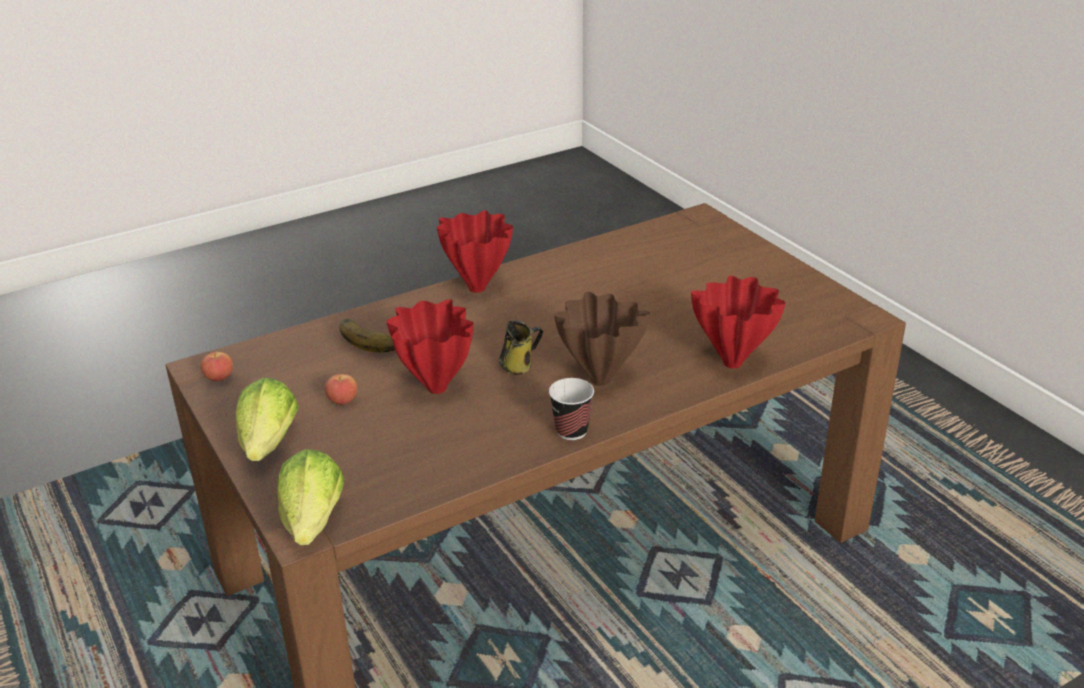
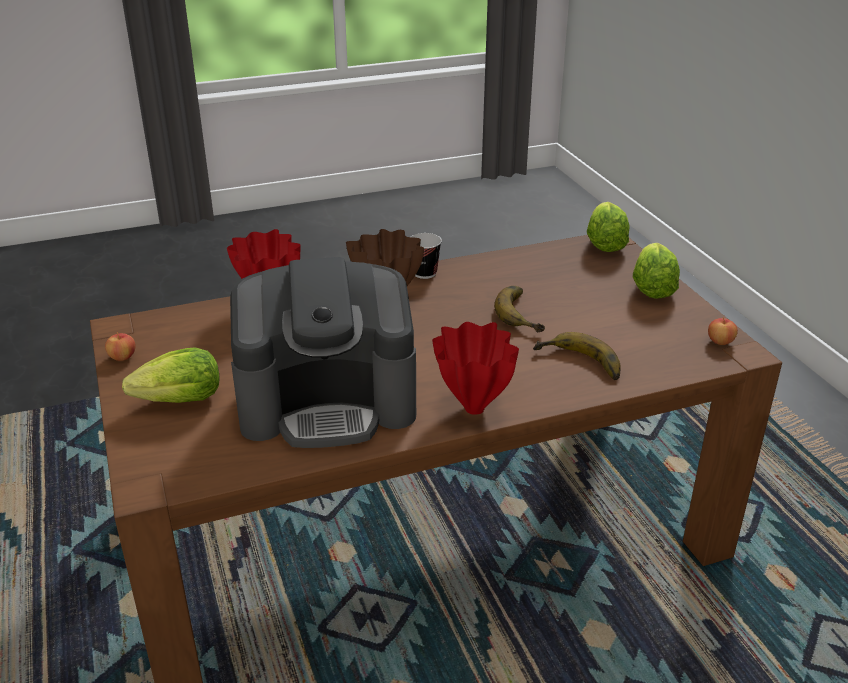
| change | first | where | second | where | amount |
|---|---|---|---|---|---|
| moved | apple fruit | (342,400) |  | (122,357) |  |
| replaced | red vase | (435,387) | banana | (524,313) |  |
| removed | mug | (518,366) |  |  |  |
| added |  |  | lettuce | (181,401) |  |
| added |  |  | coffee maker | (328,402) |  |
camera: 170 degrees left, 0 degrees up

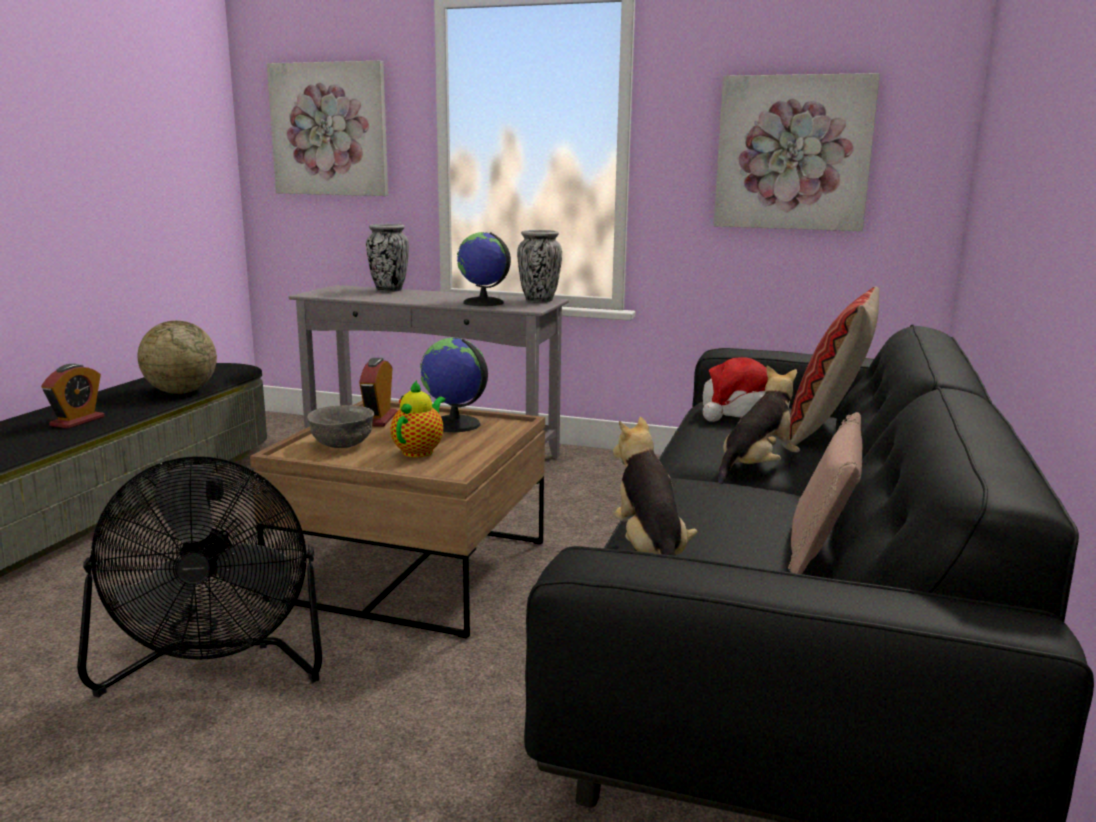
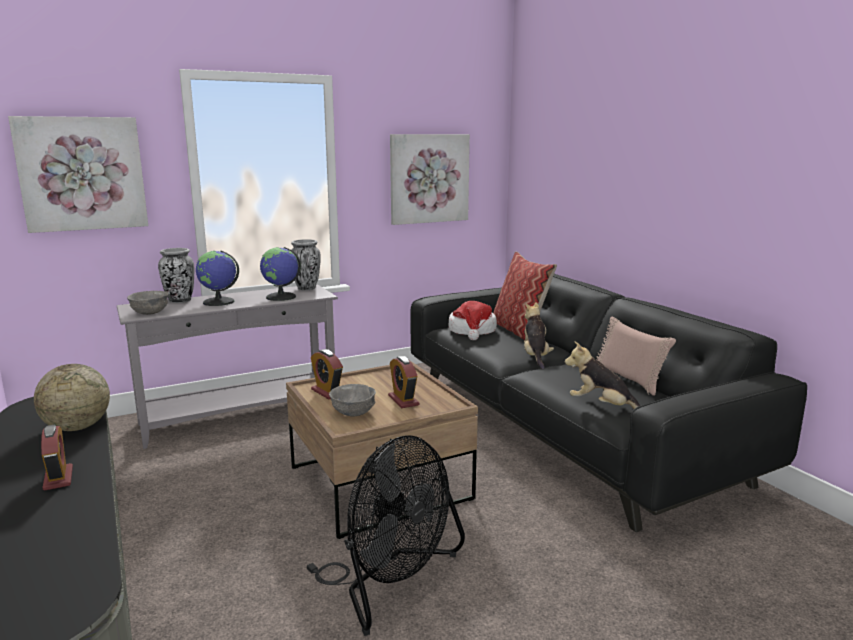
| change | first | where | second | where | amount |
|---|---|---|---|---|---|
| replaced | tea pot | (420,451) | table clock | (403,400) |  |
| moved | desk globe | (454,425) |  | (219,302) |  |
| added |  |  | grey deep dish | (150,312) |  |
camera: 45 degrees left, 0 degrees up

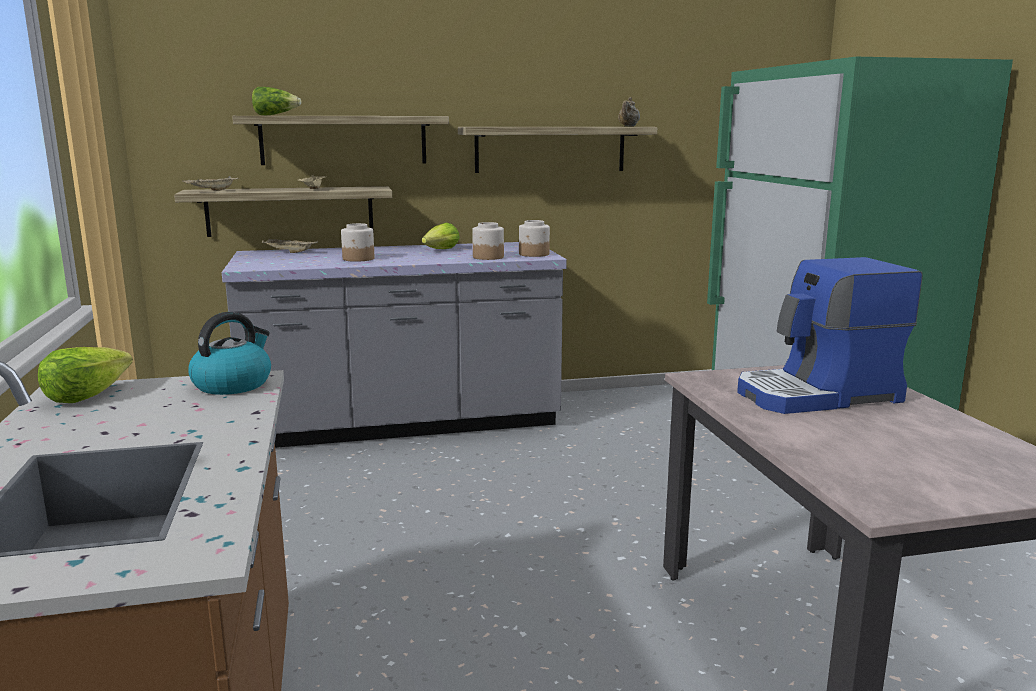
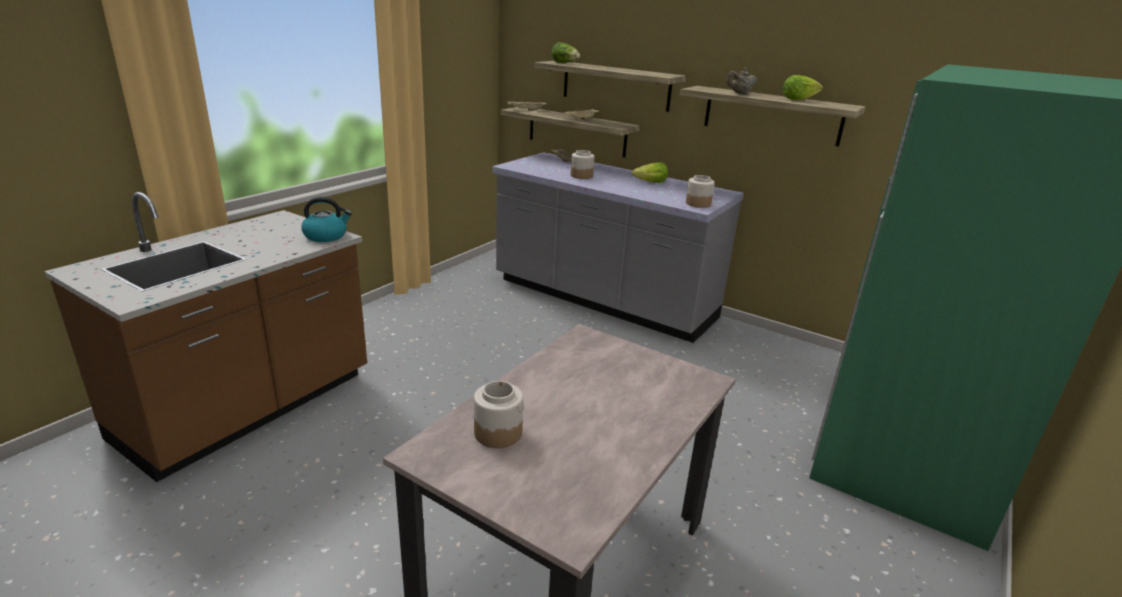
| change | first | where | second | where | amount |
|---|---|---|---|---|---|
| moved | lettuce | (86,395) |  | (798,99) |  |
| moved | jar | (488,257) |  | (498,432) |  |
| moved | beige tea pot | (628,126) |  | (740,94) |  |
| removed | coffee maker | (818,395) |  |  |  |
camera: 45 degrees right, 10 degrees up

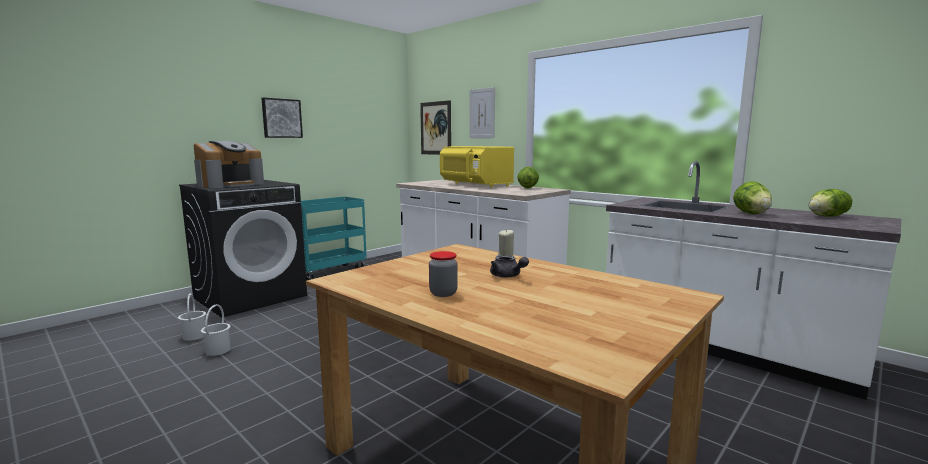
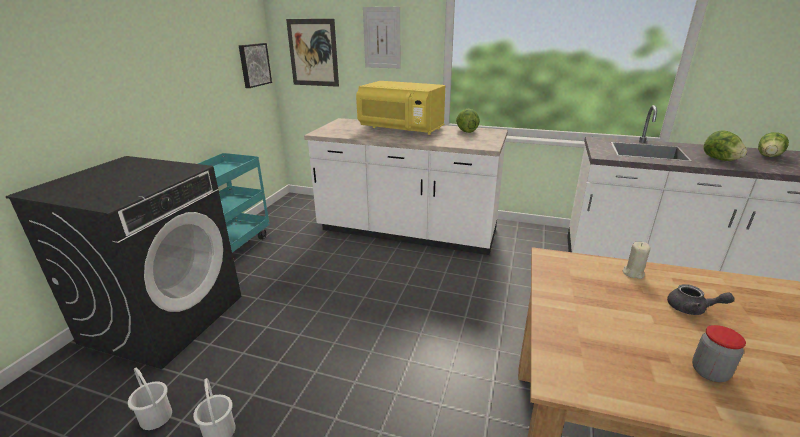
| change | first | where | second | where | amount |
|---|---|---|---|---|---|
| removed | coffee maker | (230,185) |  |  |  |
| moved | wall picture | (281,118) |  | (254,65) |  |
camera: 25 degrees left, 15 degrees up

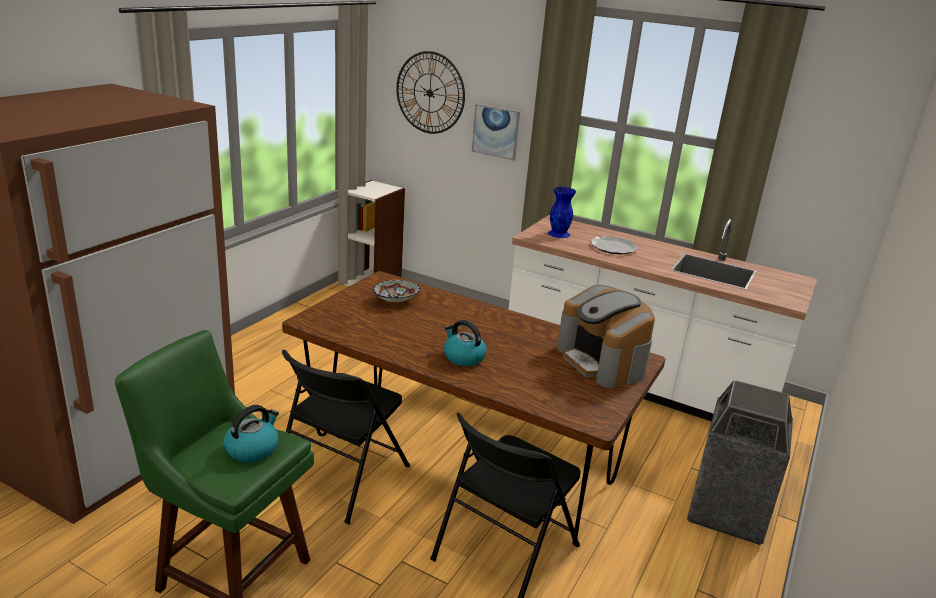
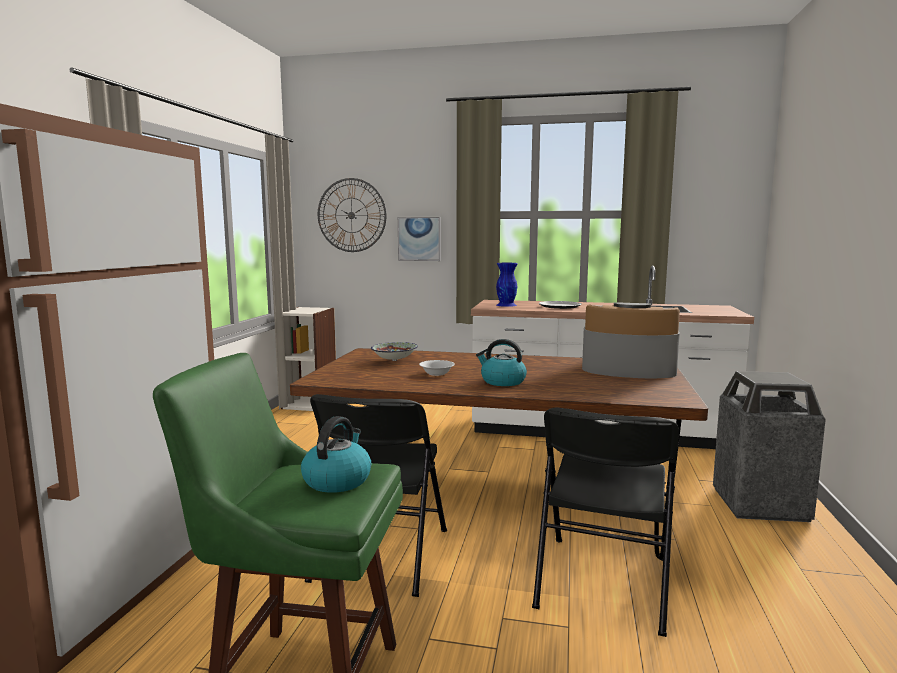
| change | first | where | second | where | amount |
|---|---|---|---|---|---|
| turned | coffee maker | (602,362) |  | (627,369) | 150 degrees clockwise |
| added |  |  | white deep dish | (437,373) |  |
camera: 15 degrees left, 15 degrees down

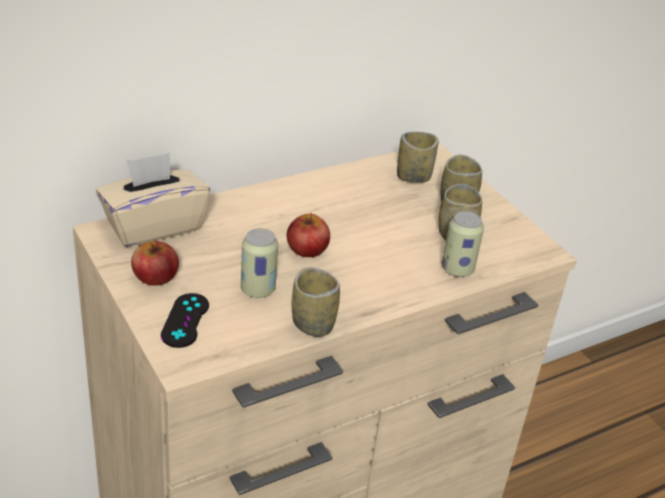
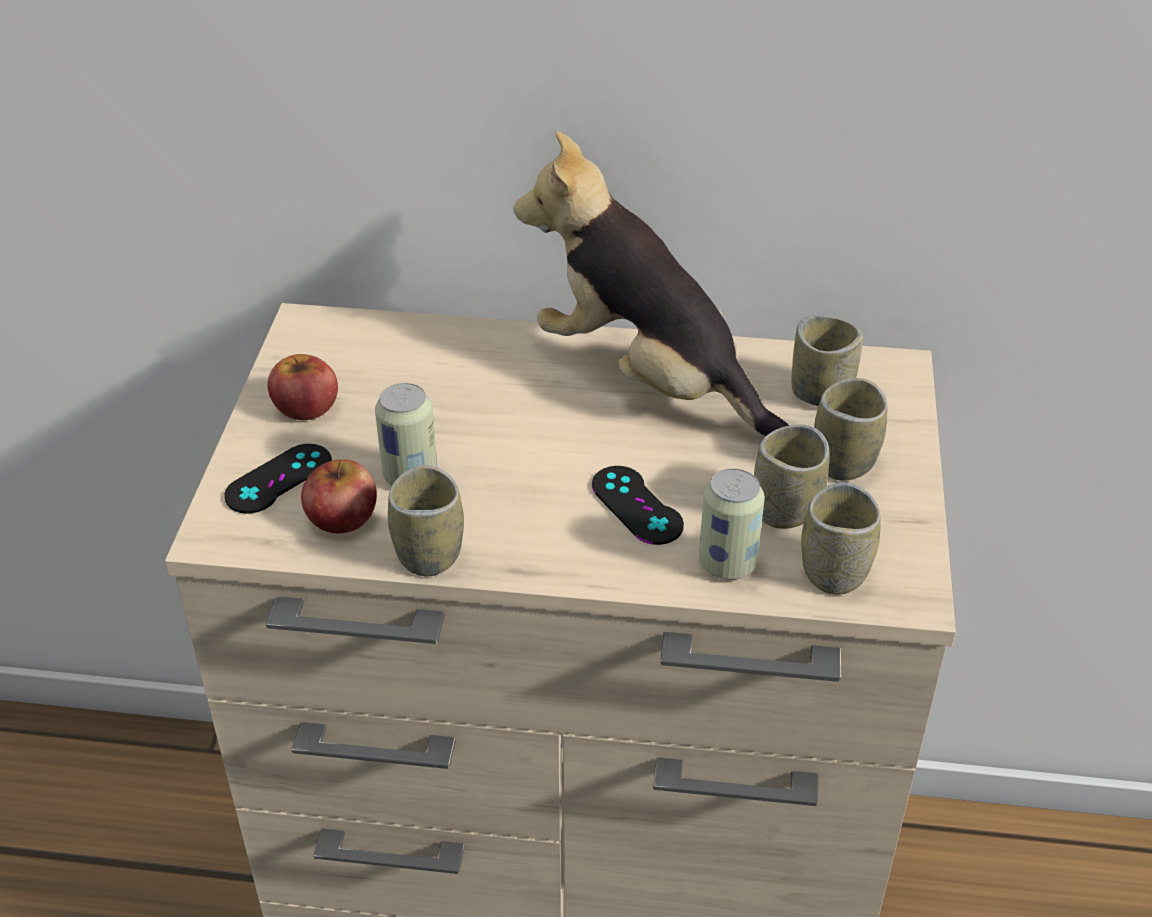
| change | first | where | second | where | amount |
|---|---|---|---|---|---|
| removed | beige tissue box | (153,226) |  |  |  |
| moved | apple fruit | (307,248) |  | (342,515) |  |
| added |  |  | soft toy | (648,379) |  |
| added |  |  | black game controller | (637,505) |  |
| added |  |  | drinking cup | (834,571) |  |
camera: 40 degrees right, 5 degrees up

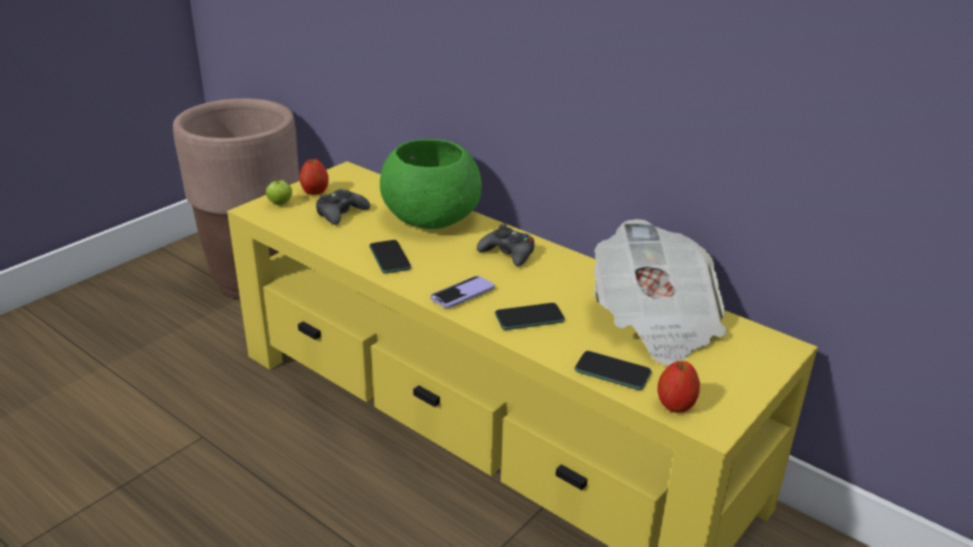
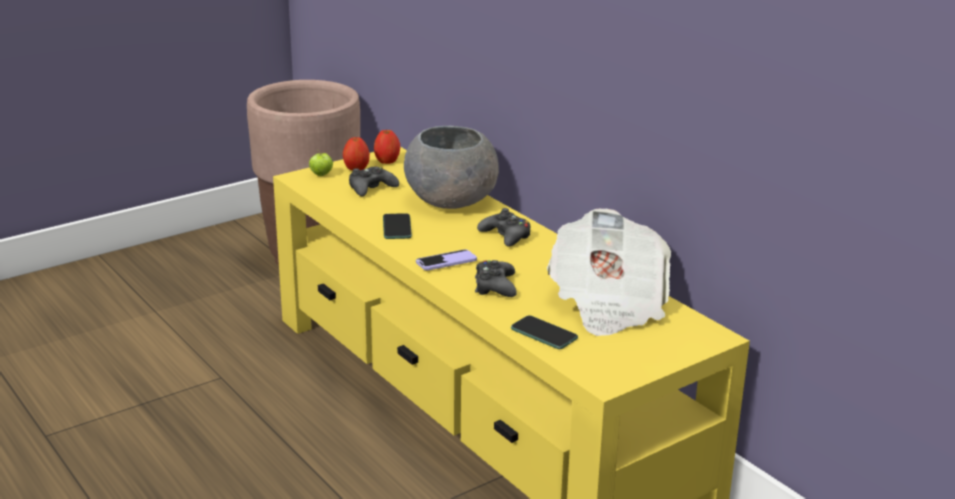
| change | first | where | second | where | amount |
|---|---|---|---|---|---|
| recoloured | green deep dish | (432,219) | grey deep dish | (451,201) |  |
| replaced | phone | (529,318) | black game controller | (495,286) |  |
| moved | apple fruit | (676,405) |  | (387,161) |  |
camera: 15 degrees right, 5 degrees down

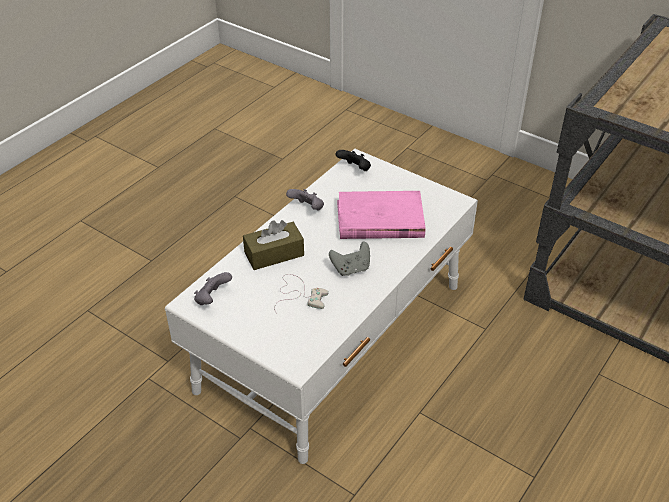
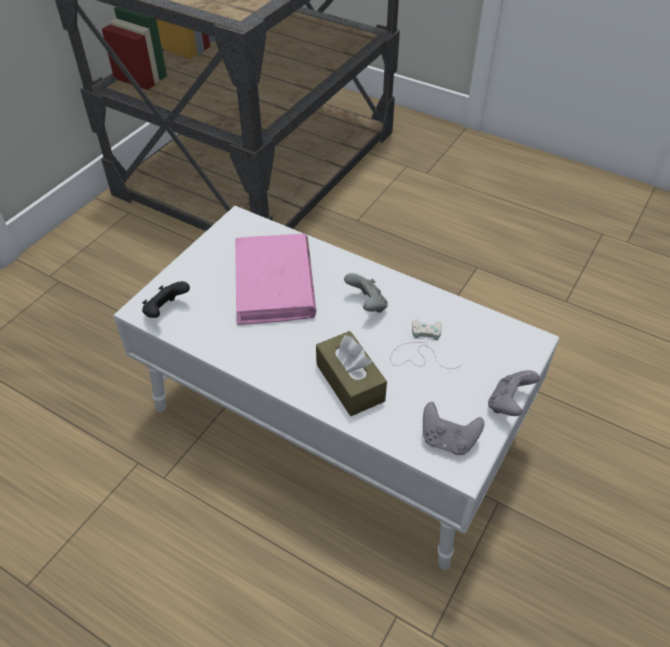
| change | first | where | second | where | amount |
|---|---|---|---|---|---|
| moved | grey game controller | (307,209) |  | (508,404) |  |
camera: 95 degrees left, 5 degrees up

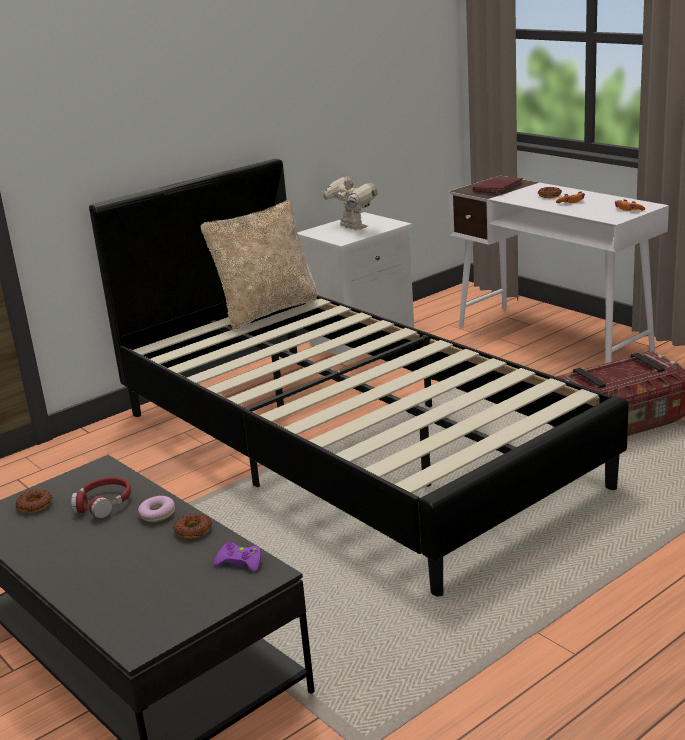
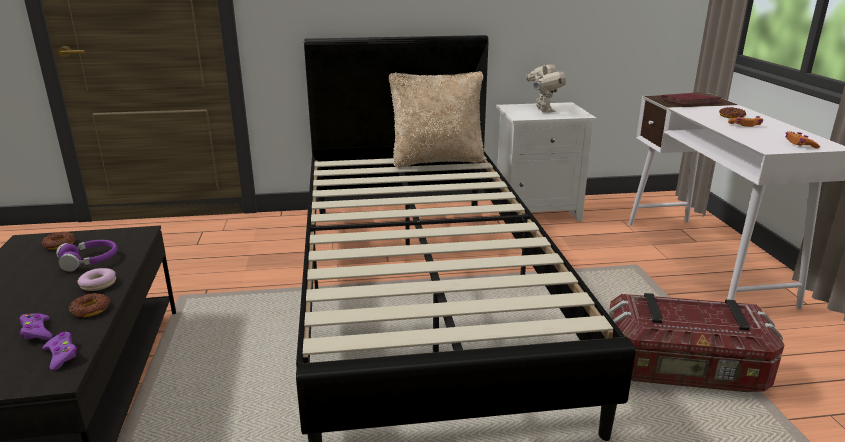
| change | first | where | second | where | amount |
|---|---|---|---|---|---|
| recoloured | red pair of headphones | (103,504) | purple pair of headphones | (90,261) |  |
| added |  |  | purple game controller | (37,332) |  |
camera: 30 degrees right, 0 degrees up

